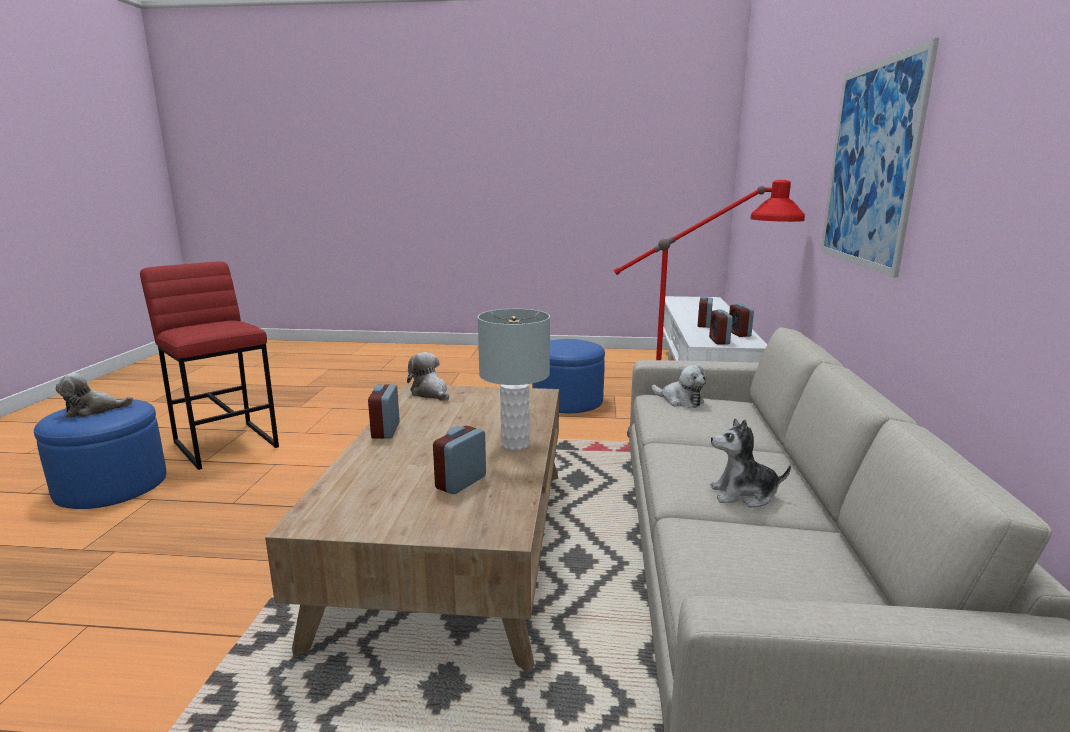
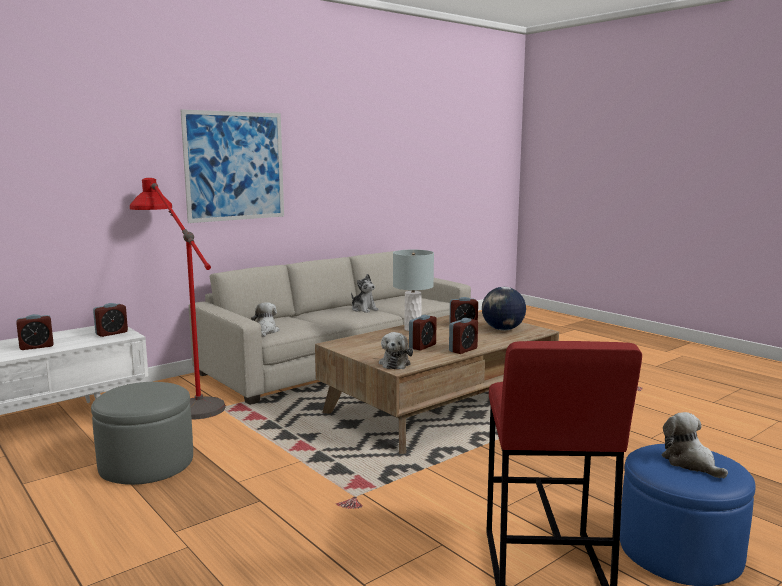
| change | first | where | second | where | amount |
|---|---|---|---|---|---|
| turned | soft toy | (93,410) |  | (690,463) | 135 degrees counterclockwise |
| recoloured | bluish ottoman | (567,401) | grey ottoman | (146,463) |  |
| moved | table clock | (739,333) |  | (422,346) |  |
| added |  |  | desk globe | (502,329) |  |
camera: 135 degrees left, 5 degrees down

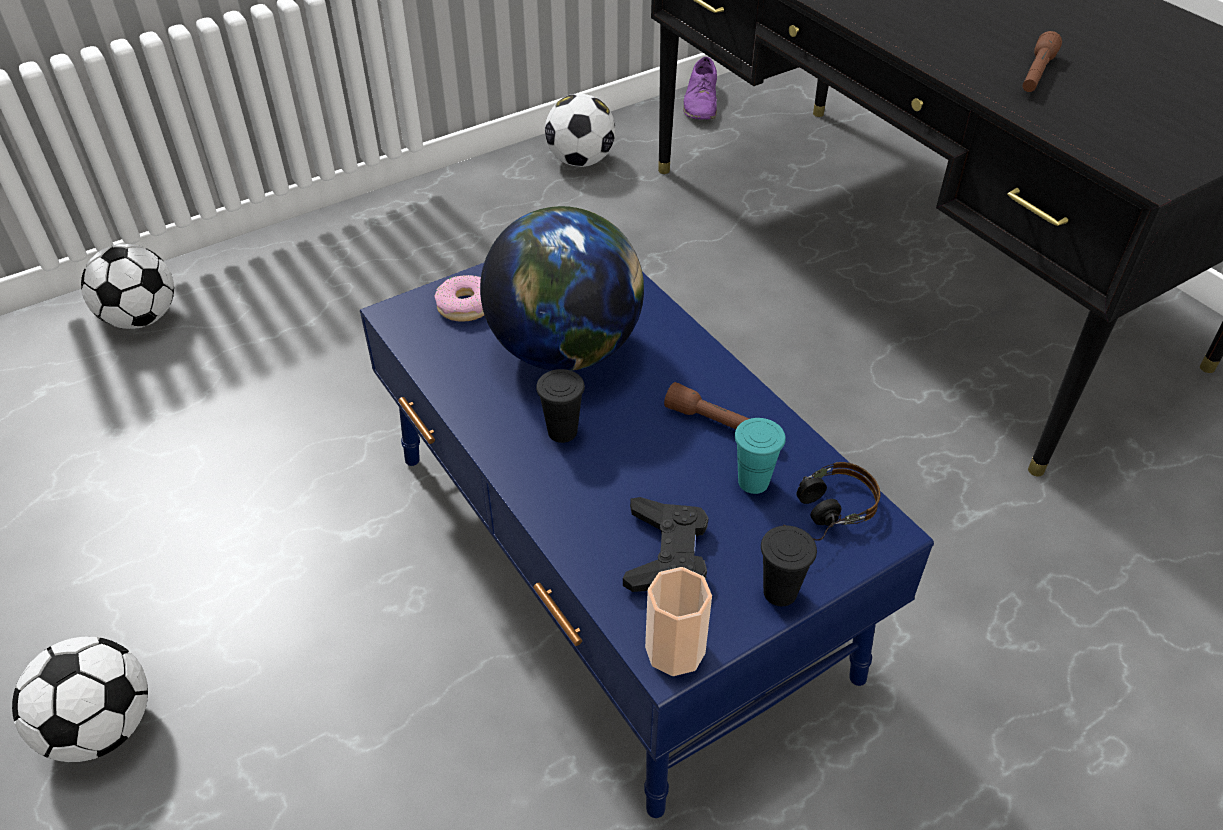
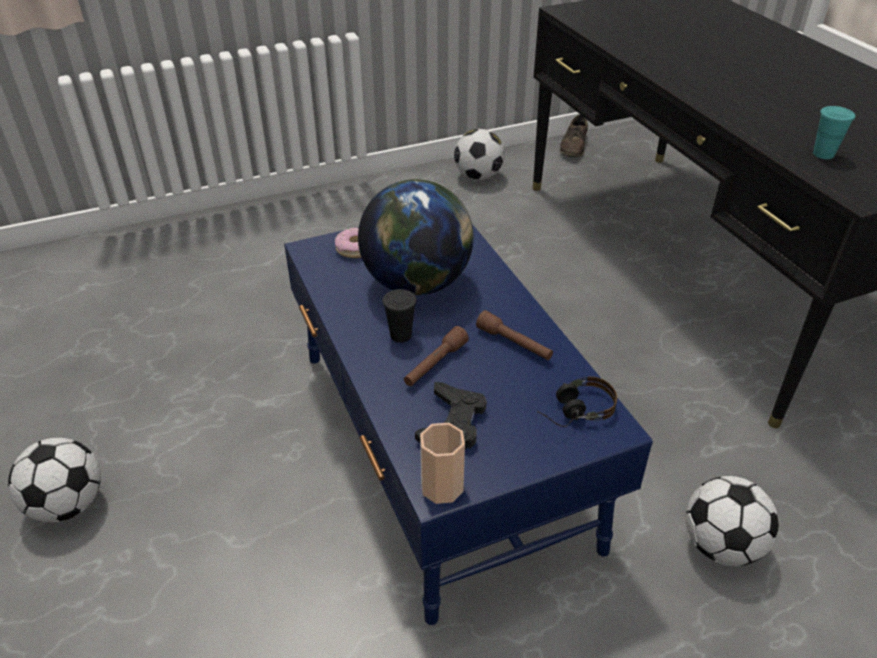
| change | first | where | second | where | amount |
|---|---|---|---|---|---|
| moved | football ball | (141,318) |  | (721,545) |  |
| recoloured | purple item of footwear | (701,103) | brownish item of footwear | (574,146) |  |
| moved | blue-green drinking cup | (753,482) |  | (823,154) |  |
| removed | black drinking cup | (780,592) |  |  |  |
| moved | brownish flashlight | (1036,74) |  | (435,364) |  |
camera: 10 degrees right, 5 degrees down

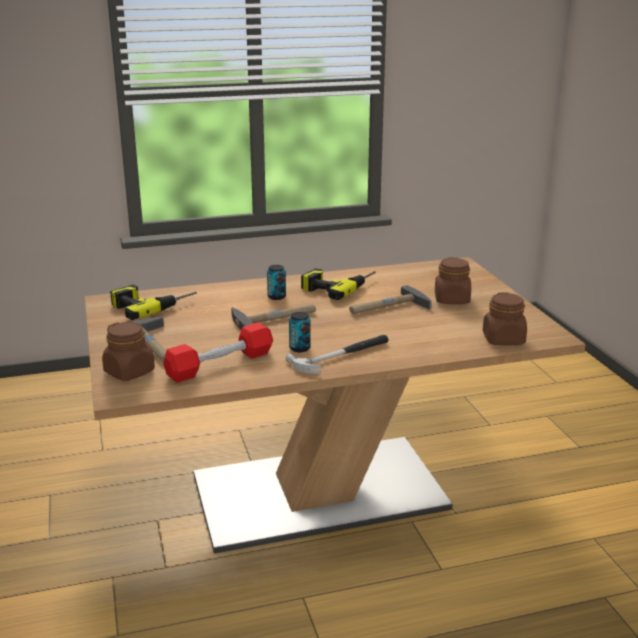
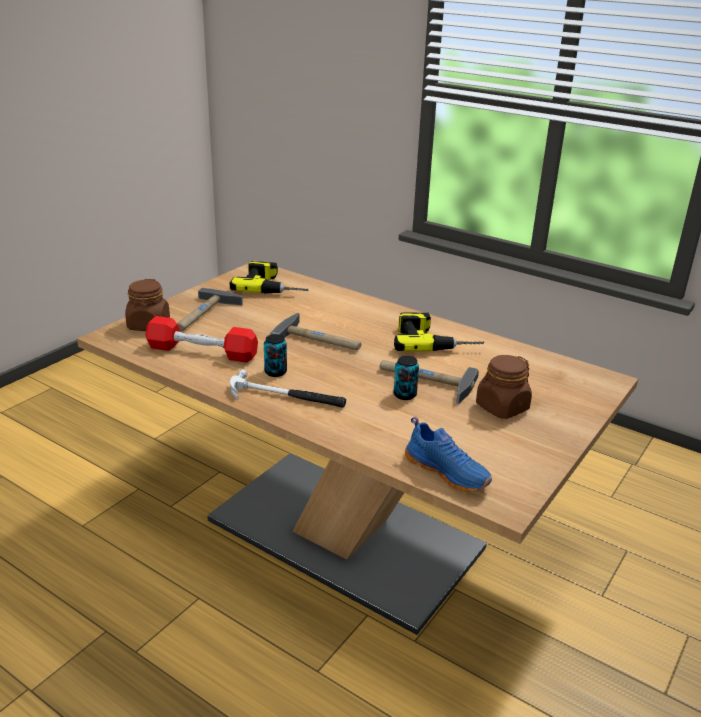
| change | first | where | second | where | amount |
|---|---|---|---|---|---|
| moved | sealed can | (276,297) |  | (405,395) |  |
| replaced | brownish jar | (503,339) | bluish item of footwear | (448,472) |  |
camera: 50 degrees right, 5 degrees up

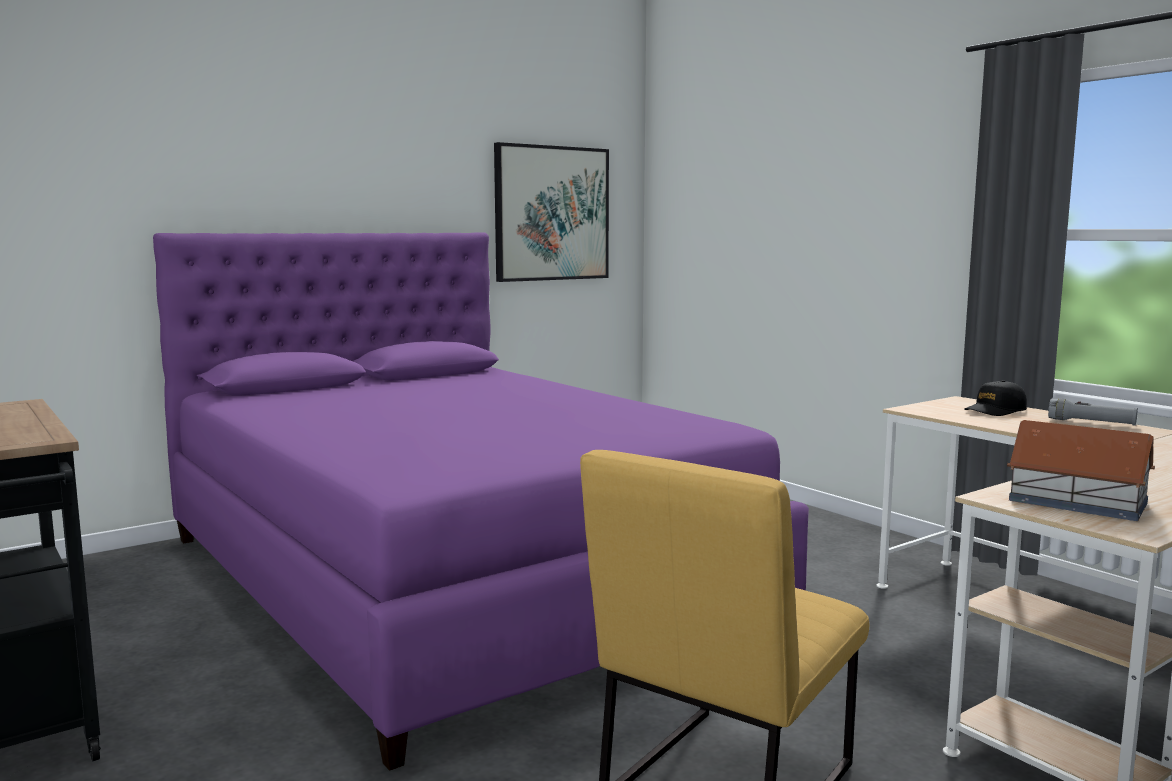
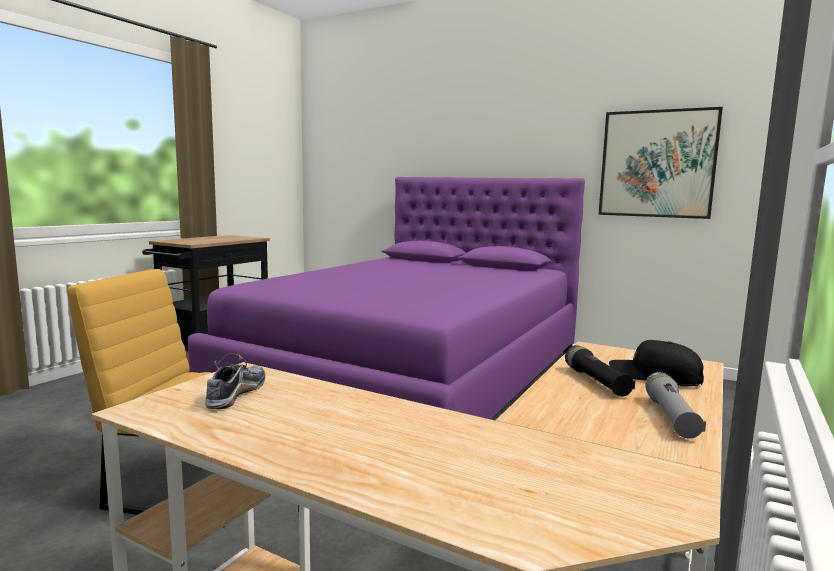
| change | first | where | second | where | amount |
|---|---|---|---|---|---|
| replaced | model house | (1079,502) | item of footwear | (235,394) |  |
| added |  |  | black flashlight | (596,382) |  |
camera: 65 degrees right, 0 degrees up

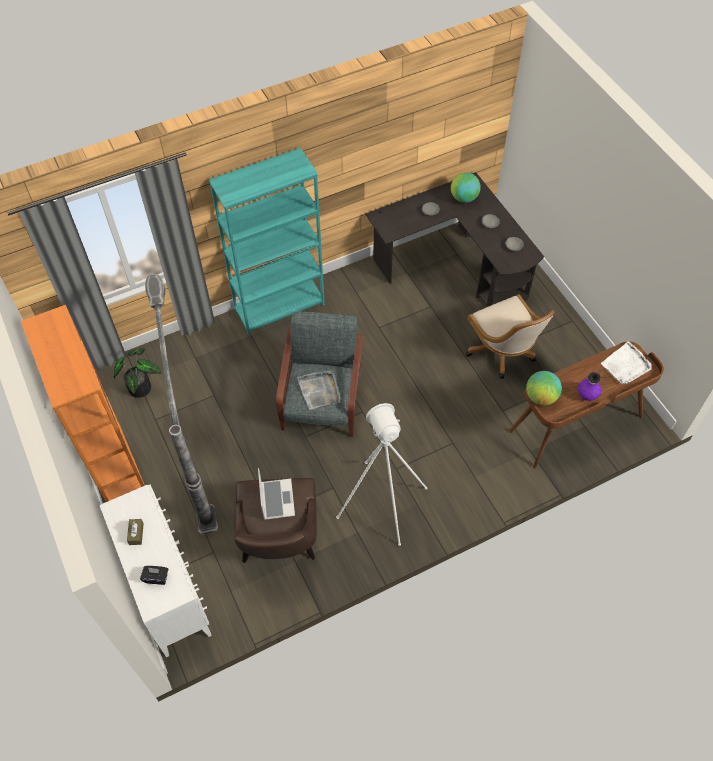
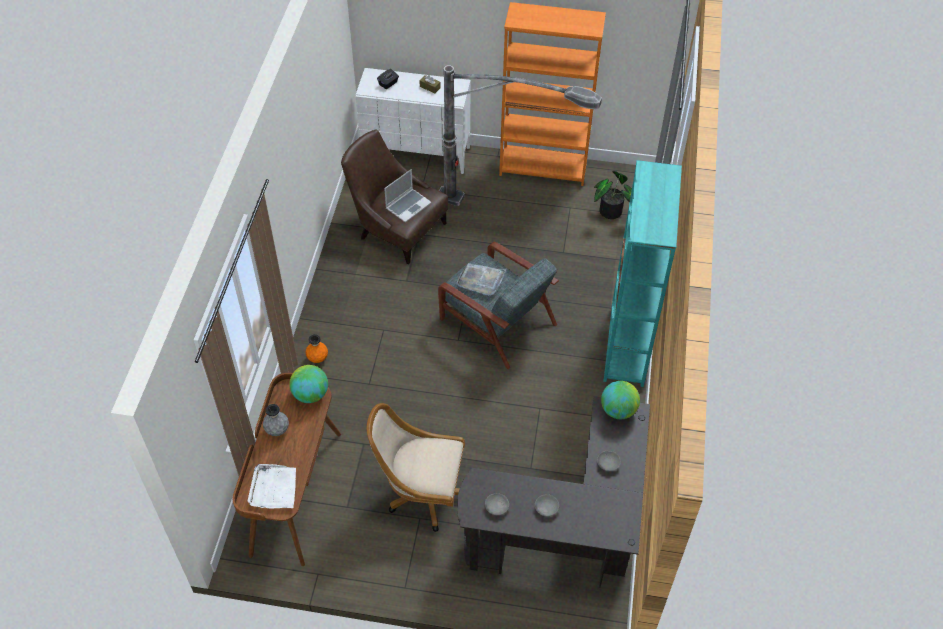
| change | first | where | second | where | amount |
|---|---|---|---|---|---|
| turned | laptop | (276,499) |  | (408,205) | 75 degrees counterclockwise |
| removed | white floor lamp | (382,502) |  |  |  |
| moved | desk globe | (464,198) |  | (618,410) |  |
| recoloured | purple vase | (587,395) | grey vase | (277,430) |  |
| added |  |  | orangey vase | (317,358) |  |
camera: 125 degrees right, 5 degrees down

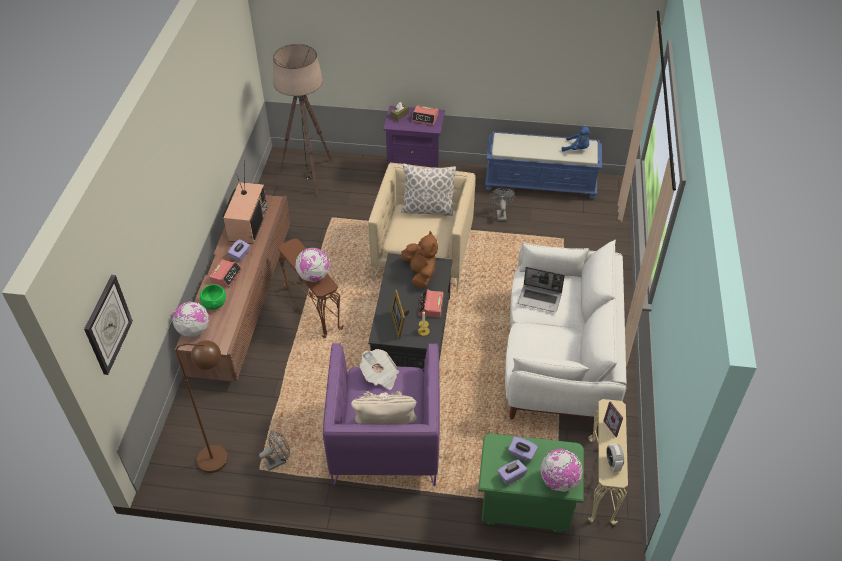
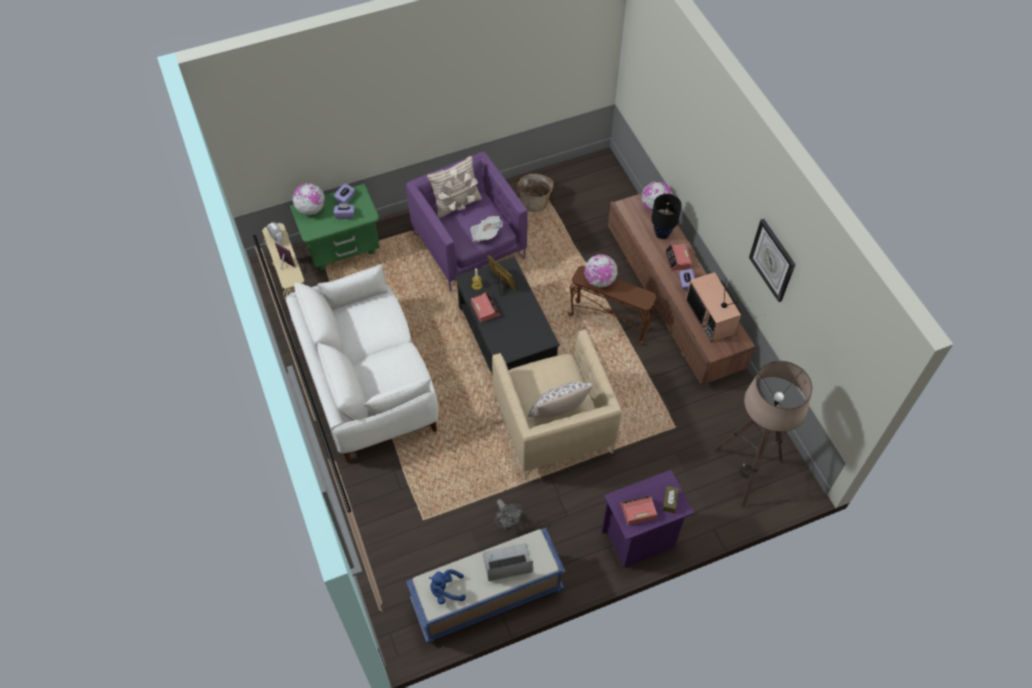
| change | first | where | second | where | amount |
|---|---|---|---|---|---|
| moved | clock on the wall | (107,324) |  | (772,260) |  |
| removed | brownish floor lamp | (222,460) |  |  |  |
| replaced | green deep dish | (215,303) | black lamp for a table | (662,233) |  |
| replaced | grey fan | (278,461) | household basket | (535,202) |  |
| removed | brownish soft toy | (420,273) |  |  |  |
| moved | laptop | (540,298) |  | (507,564) |  |
camera: 150 degrees right, 10 degrees up

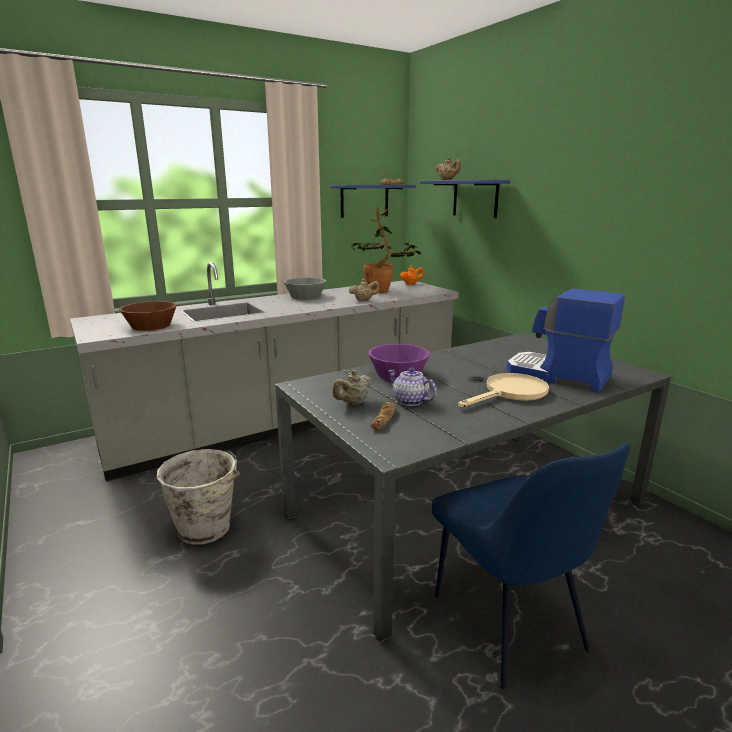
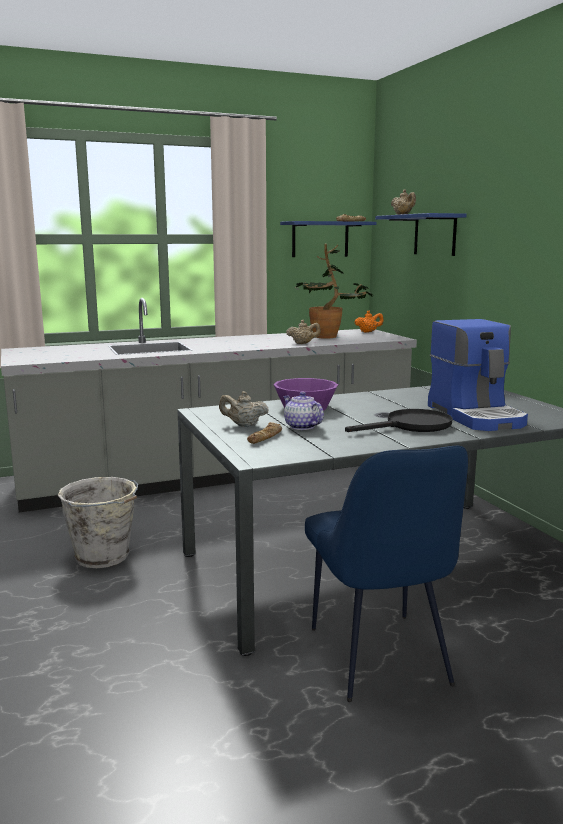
| change | first | where | second | where | amount |
|---|---|---|---|---|---|
| removed | brownish deep dish | (151,326) |  |  |  |
| removed | grey deep dish | (306,296) |  |  |  |
| turned | beige tea pot | (353,403) |  | (243,425) | 45 degrees clockwise |
| recoloured | beige pan | (510,393) | black pan | (411,426) |  |
| turned | coffee maker | (557,375) |  | (477,416) | 150 degrees counterclockwise |
camera: 10 degrees right, 5 degrees down

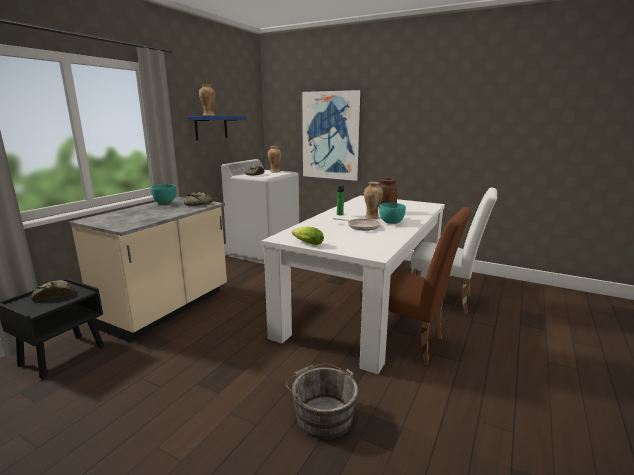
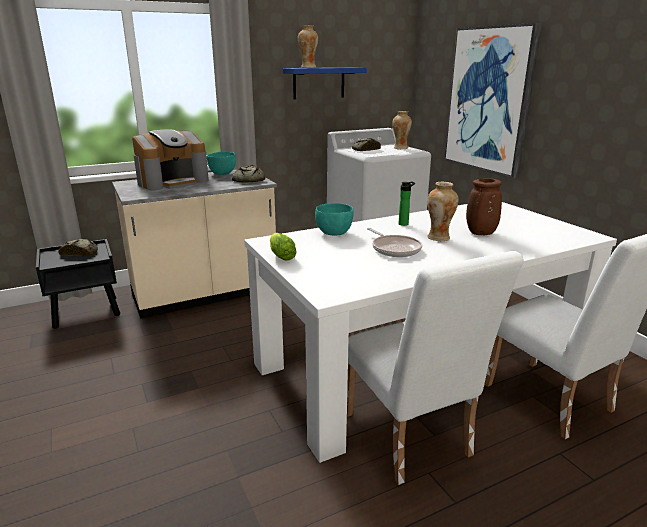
| change | first | where | second | where | amount |
|---|---|---|---|---|---|
| removed | grey bucket | (322,415) |  |  |  |
| recoloured | brownish plain chair | (408,343) | white plain chair | (410,441) |  |
| moved | blue-green deep dish | (391,223) |  | (333,233) |  |
| added |  |  | coffee maker | (173,182) |  |
camera: 35 degrees right, 5 degrees up

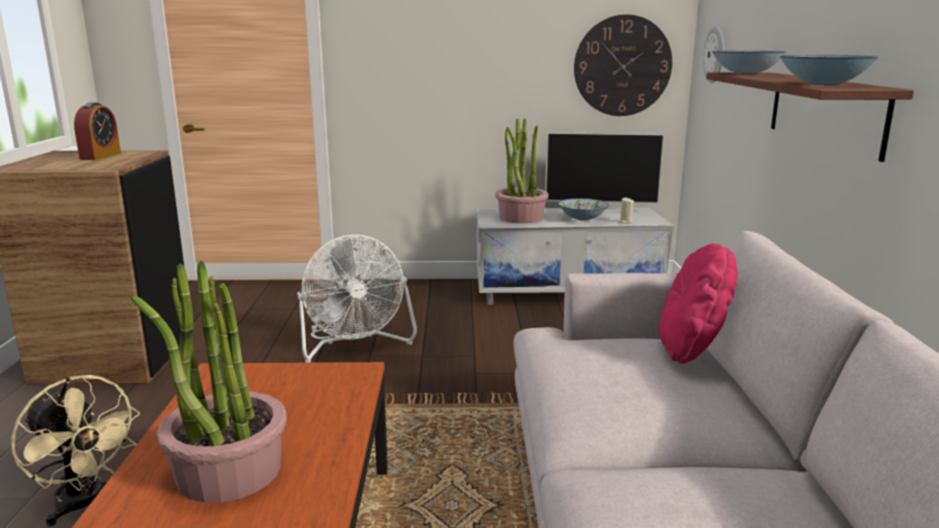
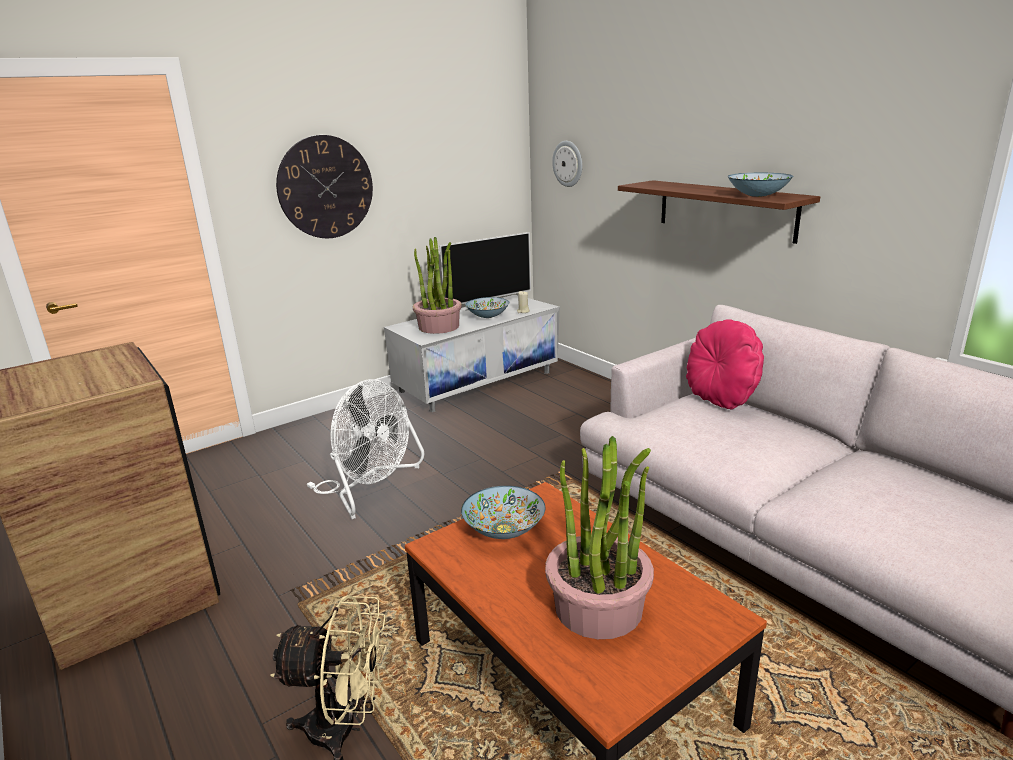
| change | first | where | second | where | amount |
|---|---|---|---|---|---|
| removed | table clock | (100,156) |  |  |  |
| moved | clock on the wall | (622,66) |  | (325,187) |  |
| moved | deep dish | (745,73) |  | (504,530) |  |
camera: 35 degrees left, 5 degrees up

